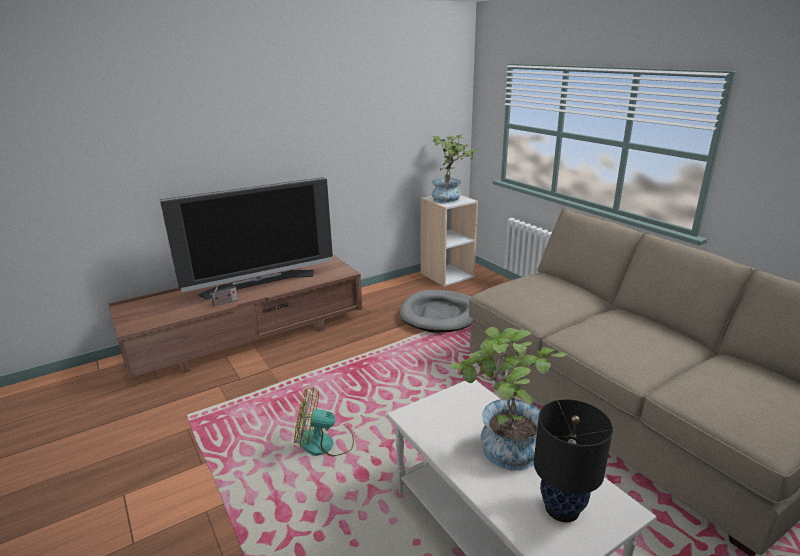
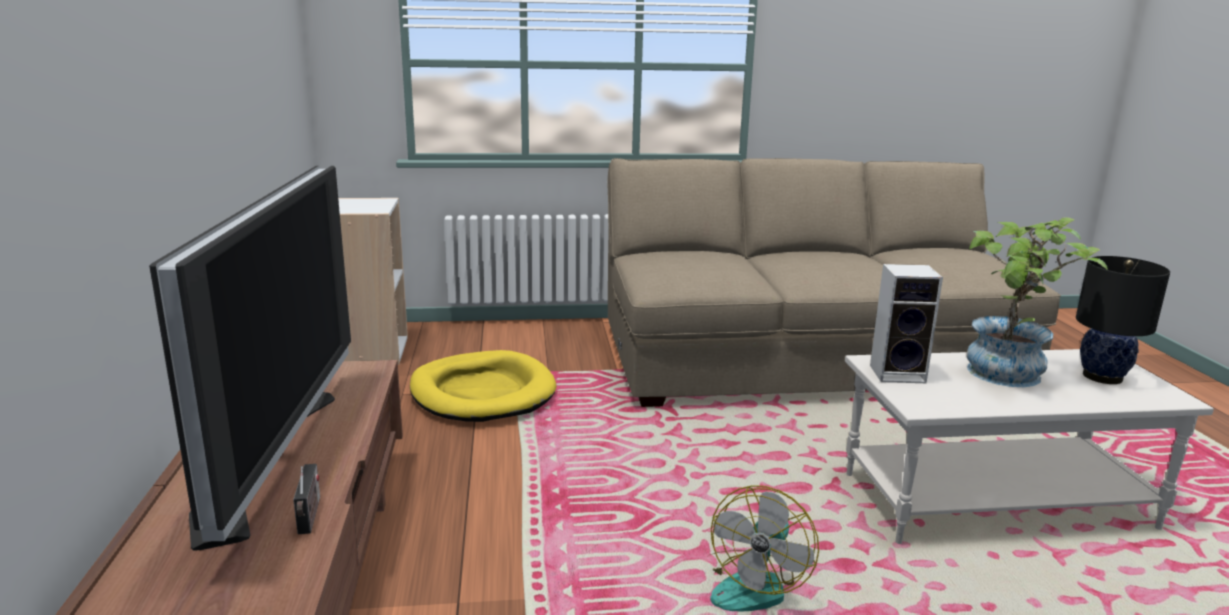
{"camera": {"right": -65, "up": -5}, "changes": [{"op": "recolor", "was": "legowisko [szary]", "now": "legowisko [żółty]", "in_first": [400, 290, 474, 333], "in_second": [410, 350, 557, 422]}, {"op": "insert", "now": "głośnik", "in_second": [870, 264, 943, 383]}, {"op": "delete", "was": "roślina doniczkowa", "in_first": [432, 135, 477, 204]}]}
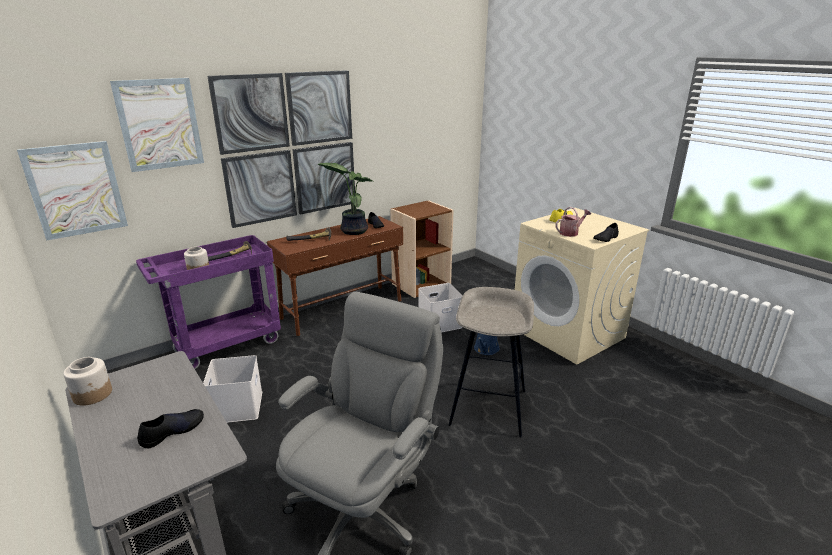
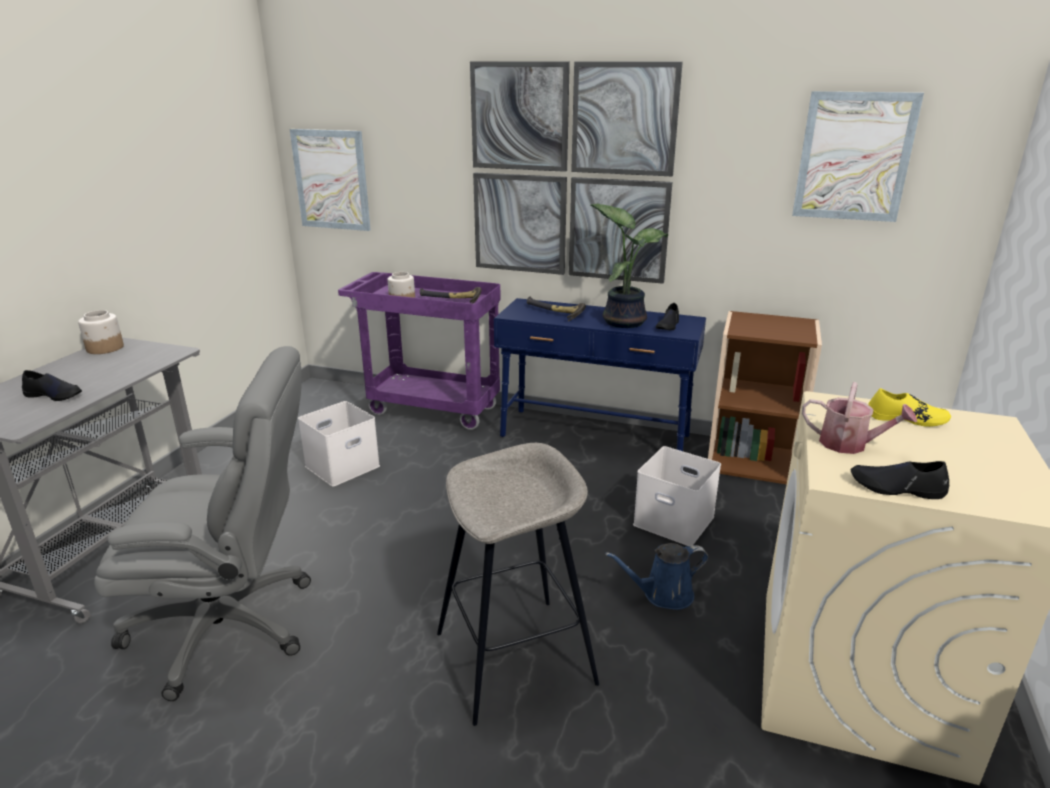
{"camera": {"right": 55, "up": 0}, "changes": [{"op": "recolor", "was": "stolik konsolowy [brązowy]", "now": "stolik konsolowy [niebieski]", "in_first": [267, 216, 403, 336], "in_second": [494, 298, 706, 451]}, {"op": "move", "was": "obraz", "in_first": [110, 78, 204, 172], "in_second": [792, 91, 924, 222]}]}
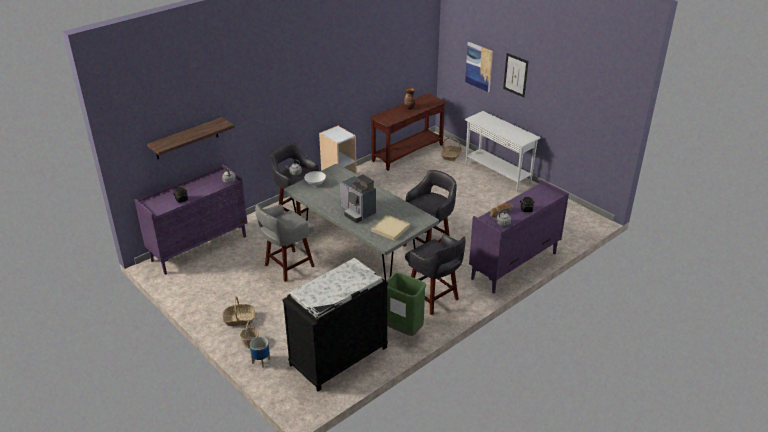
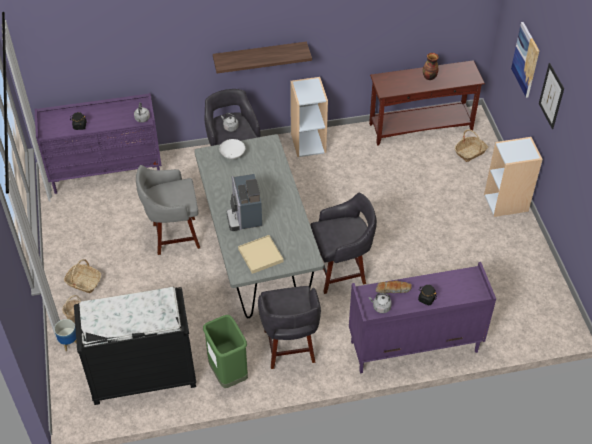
{"camera": {"right": 30, "up": 15}, "changes": [{"op": "move", "was": "półka", "in_first": [147, 117, 234, 159], "in_second": [213, 41, 312, 73]}, {"op": "replace", "was": "stolik konsolowy [biały]", "now": "regał", "in_first": [465, 111, 541, 191], "in_second": [484, 137, 543, 217]}]}
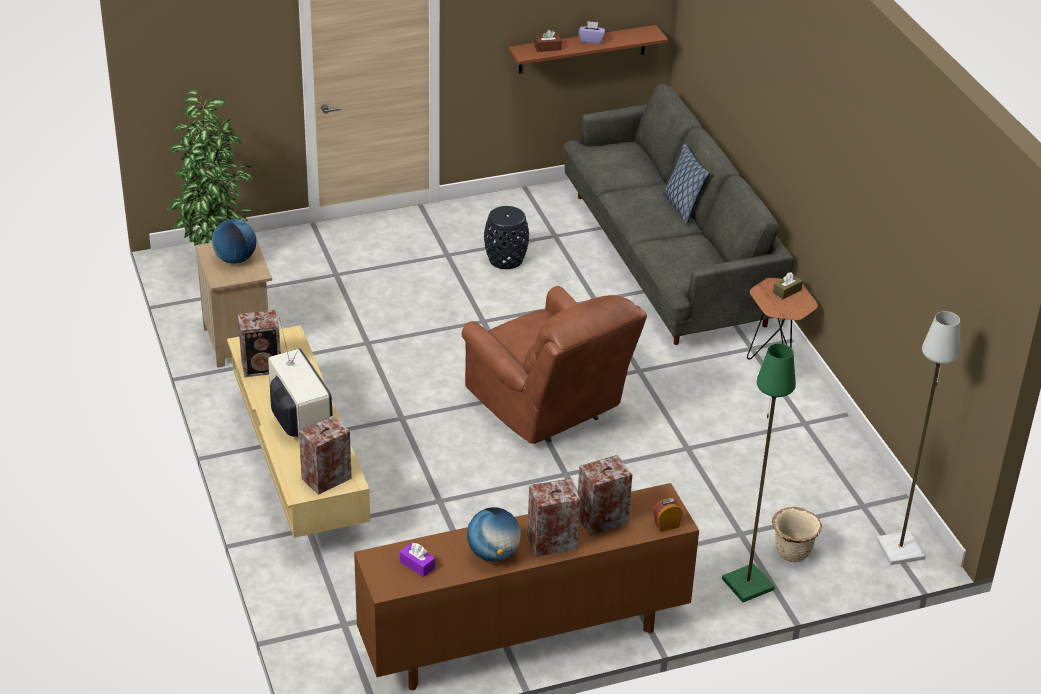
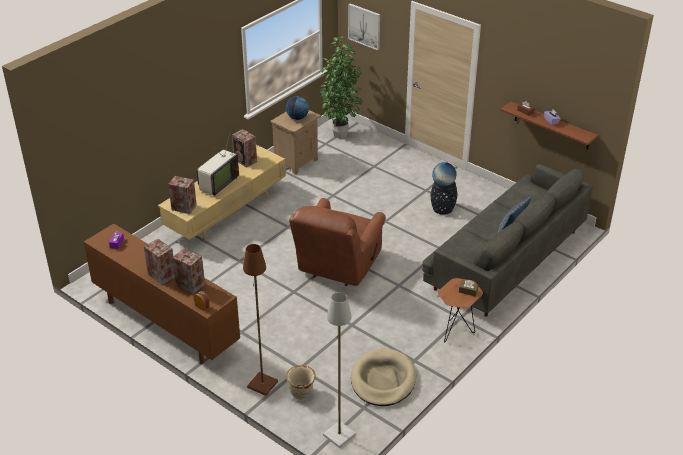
{"camera": {"right": 60, "up": 0}, "changes": [{"op": "recolor", "was": "lampa stojąca [zielony]", "now": "lampa stojąca [brązowy]", "in_first": [722, 343, 796, 602], "in_second": [243, 244, 278, 396]}, {"op": "insert", "now": "obraz", "in_second": [348, 4, 380, 50]}, {"op": "insert", "now": "legowisko [beżowy]", "in_second": [351, 349, 416, 406]}, {"op": "move", "was": "globus", "in_first": [467, 507, 521, 562], "in_second": [432, 162, 457, 187]}]}
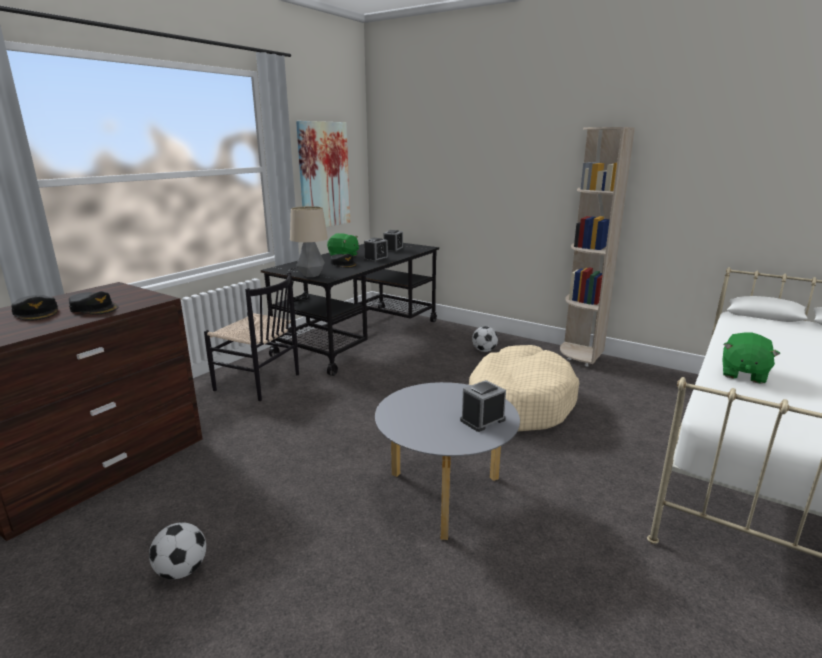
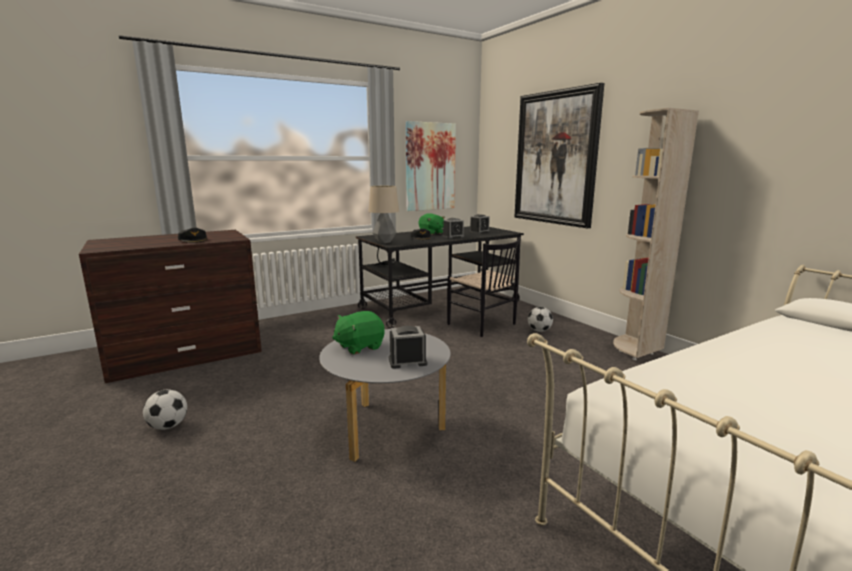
{"camera": {"right": 25, "up": -5}, "changes": [{"op": "move", "was": "pluszak [zielony]", "in_first": [723, 333, 780, 384], "in_second": [332, 311, 385, 355]}, {"op": "move", "was": "krzesło [czarny]", "in_first": [204, 272, 299, 401], "in_second": [447, 237, 520, 337]}, {"op": "insert", "now": "obraz", "in_second": [514, 83, 604, 228]}, {"op": "delete", "was": "czapka z daszkiem [czarny]", "in_first": [11, 295, 58, 321]}, {"op": "delete", "was": "legowisko [beżowy]", "in_first": [469, 345, 579, 432]}]}
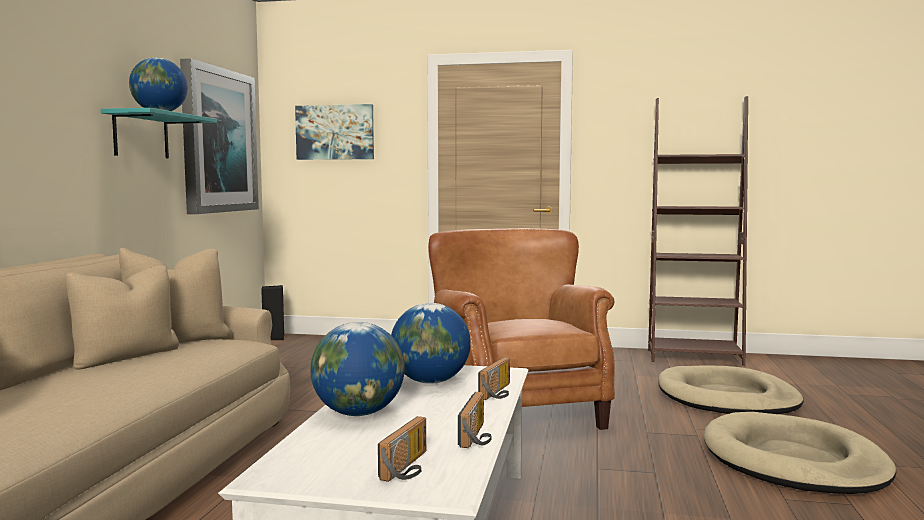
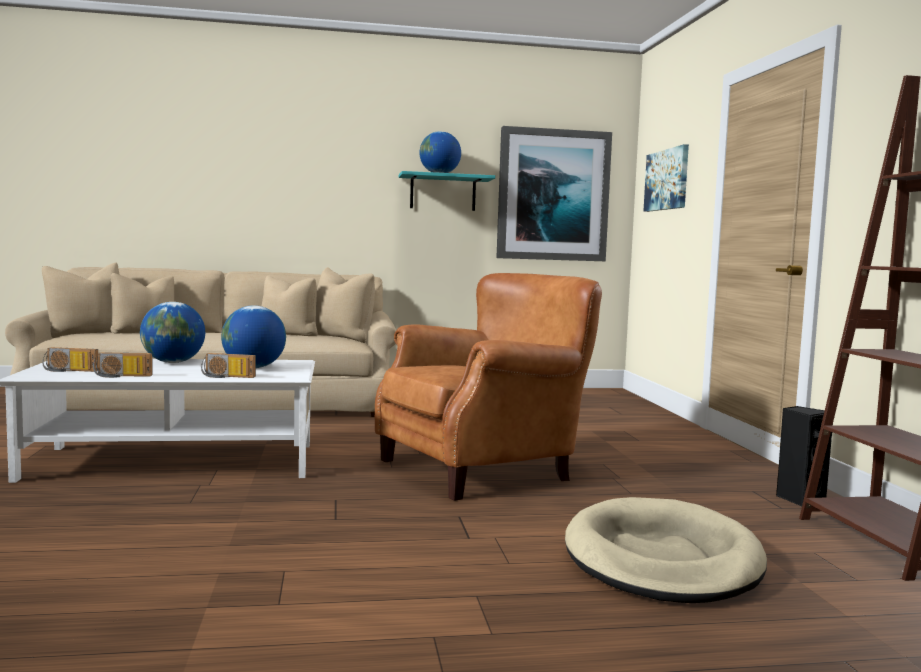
{"camera": {"right": 70, "up": 0}, "changes": [{"op": "move", "was": "głośnik [czarny]", "in_first": [261, 285, 284, 340], "in_second": [776, 406, 833, 506]}, {"op": "delete", "was": "legowisko [beżowy]", "in_first": [704, 412, 896, 494]}]}
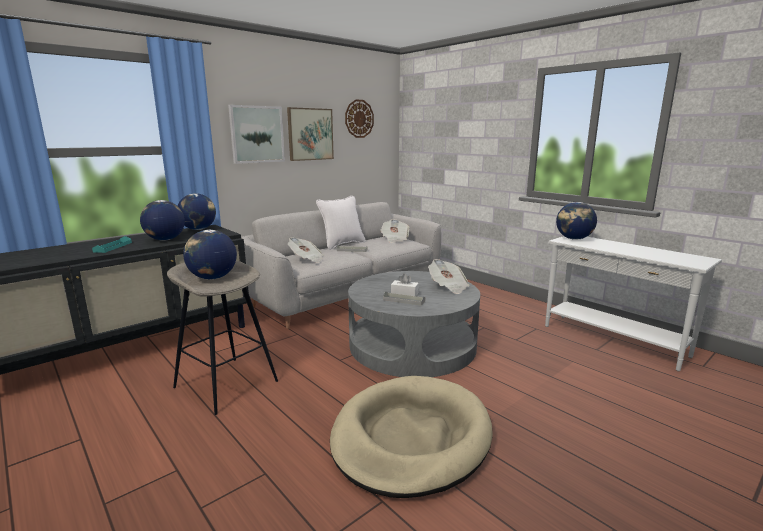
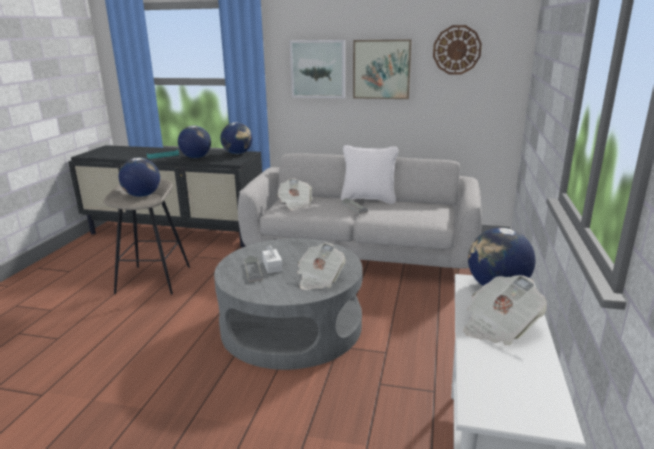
{"camera": {"right": 55, "up": 5}, "changes": [{"op": "move", "was": "gazeta", "in_first": [380, 219, 409, 243], "in_second": [464, 275, 547, 345]}, {"op": "delete", "was": "legowisko [beżowy]", "in_first": [330, 376, 493, 498]}]}
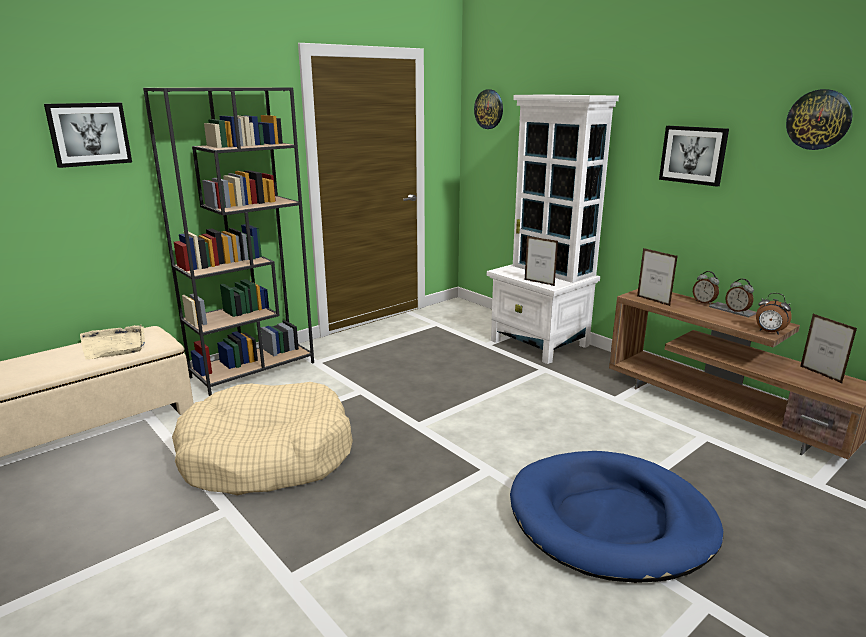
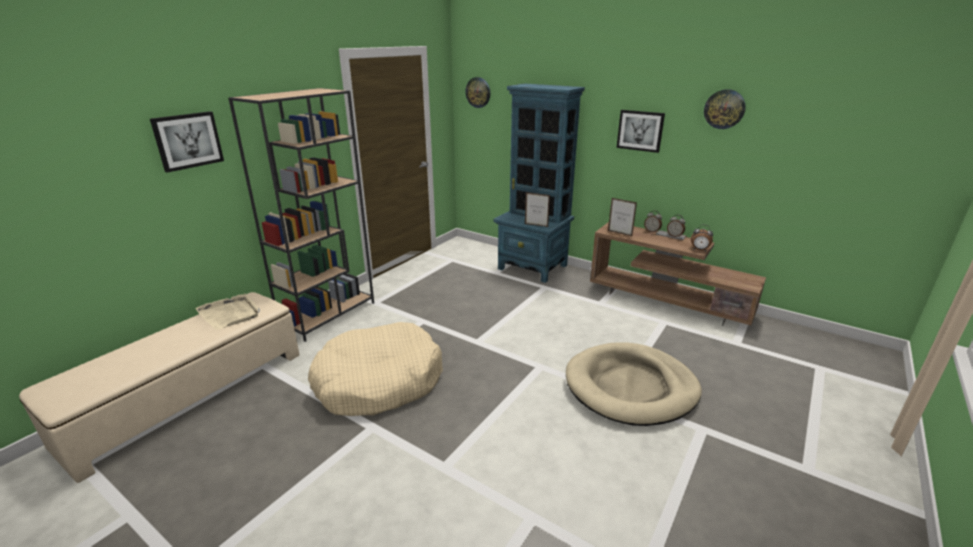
{"camera": {"right": -15, "up": 5}, "changes": [{"op": "recolor", "was": "szafka [biały]", "now": "szafka [niebieski]", "in_first": [487, 94, 619, 364], "in_second": [494, 83, 585, 283]}, {"op": "recolor", "was": "legowisko [niebieski]", "now": "legowisko [beżowy]", "in_first": [510, 451, 723, 583], "in_second": [566, 342, 702, 426]}, {"op": "delete", "was": "ramka na zdjęcie", "in_first": [800, 314, 857, 384]}]}
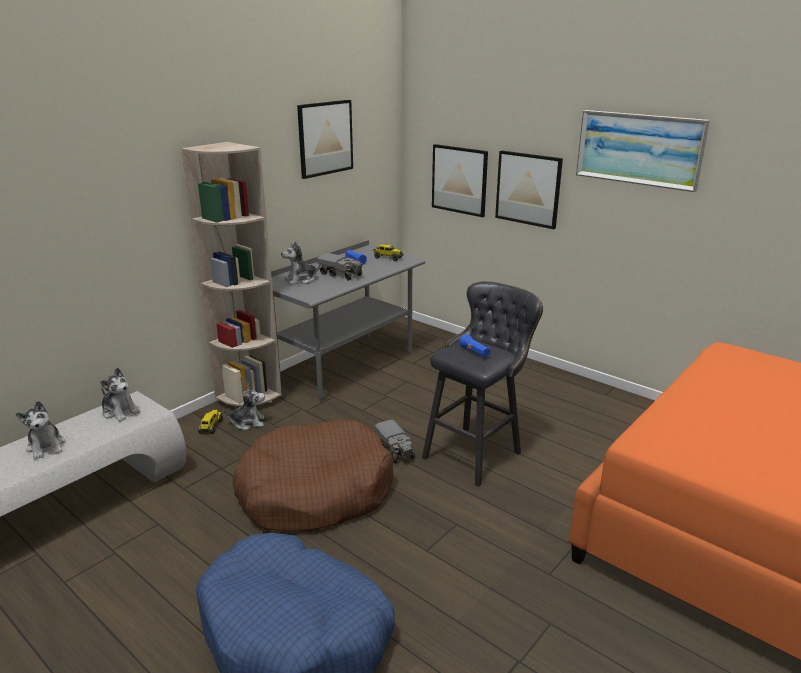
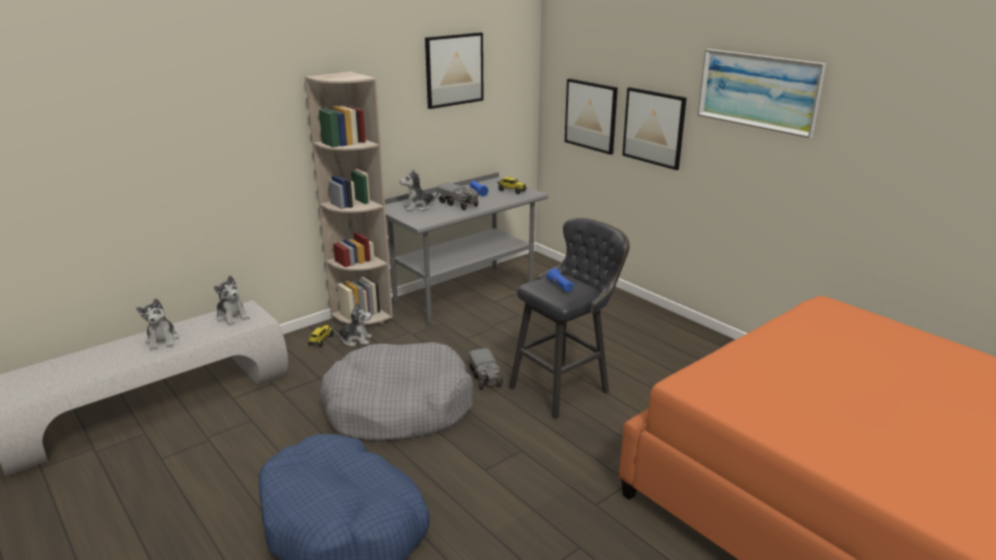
{"camera": {"right": 10, "up": 0}, "changes": [{"op": "recolor", "was": "legowisko [brązowy]", "now": "legowisko [szary]", "in_first": [233, 419, 394, 532], "in_second": [319, 342, 474, 442]}]}
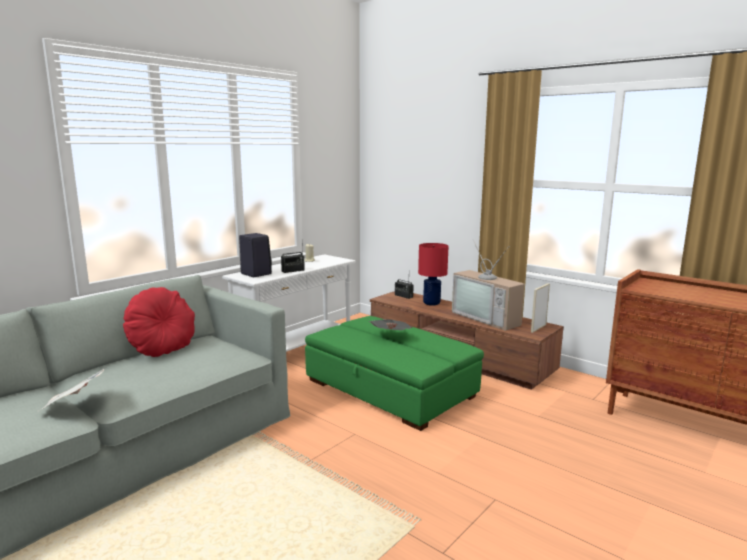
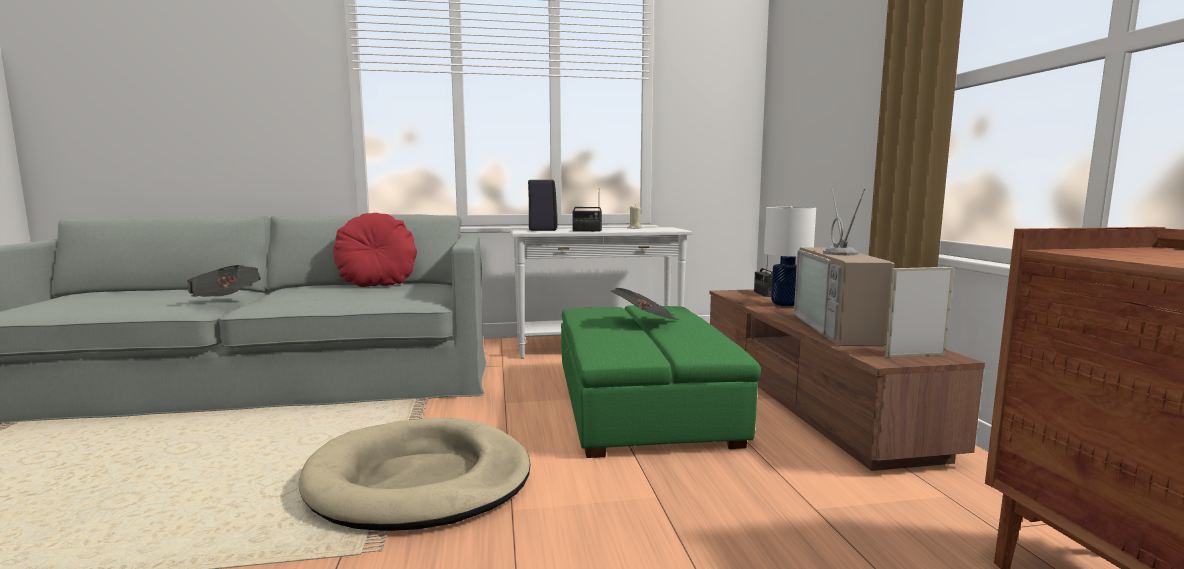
{"camera": {"right": 40, "up": -5}, "changes": [{"op": "insert", "now": "legowisko [beżowy]", "in_second": [299, 418, 530, 531]}, {"op": "recolor", "was": "lampa stołowa [czerwony]", "now": "lampa stołowa [biały]", "in_first": [418, 243, 449, 306], "in_second": [764, 206, 816, 306]}]}
